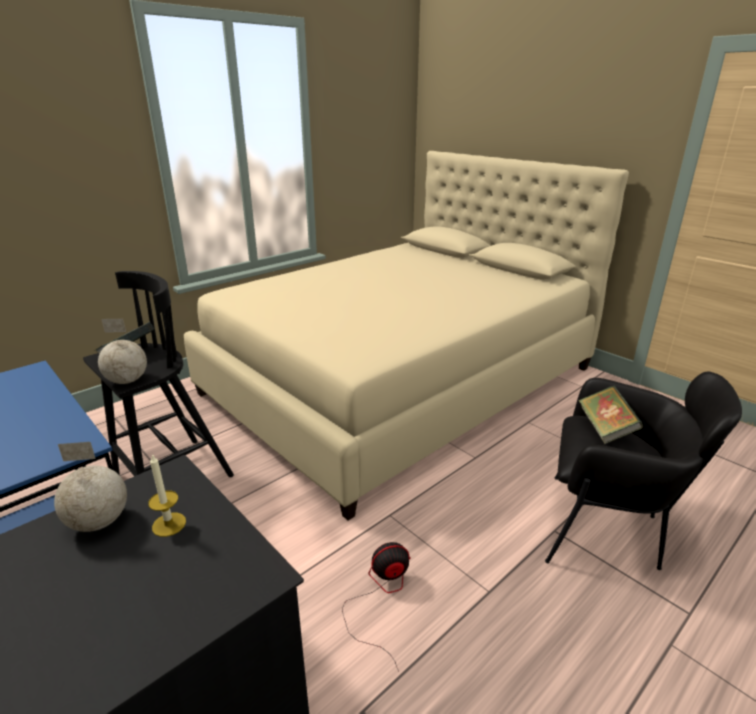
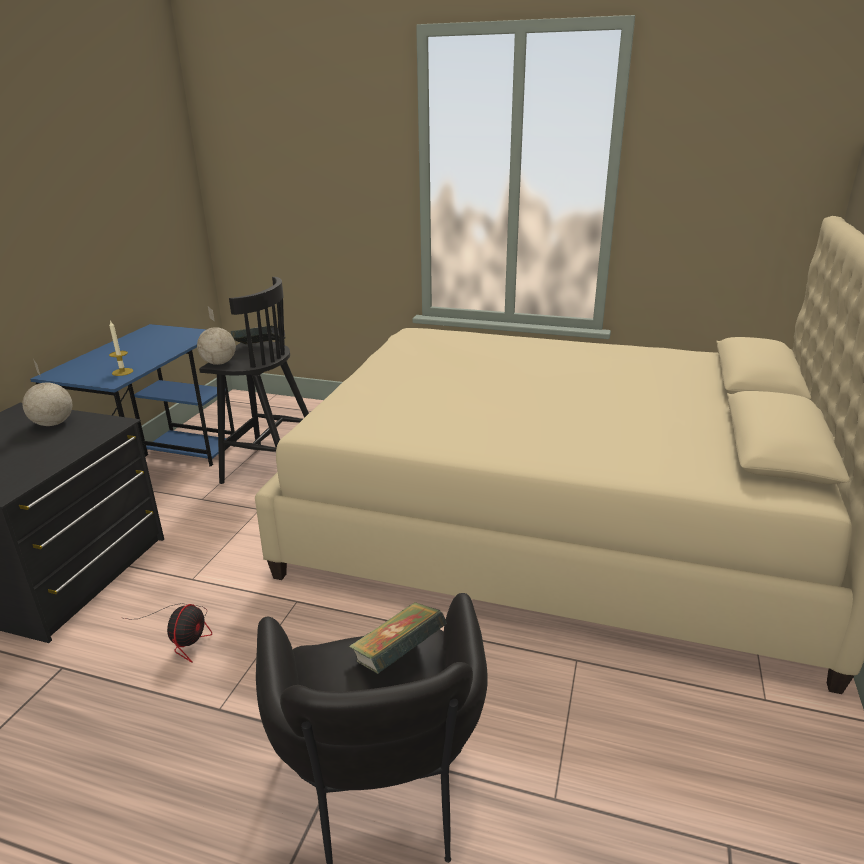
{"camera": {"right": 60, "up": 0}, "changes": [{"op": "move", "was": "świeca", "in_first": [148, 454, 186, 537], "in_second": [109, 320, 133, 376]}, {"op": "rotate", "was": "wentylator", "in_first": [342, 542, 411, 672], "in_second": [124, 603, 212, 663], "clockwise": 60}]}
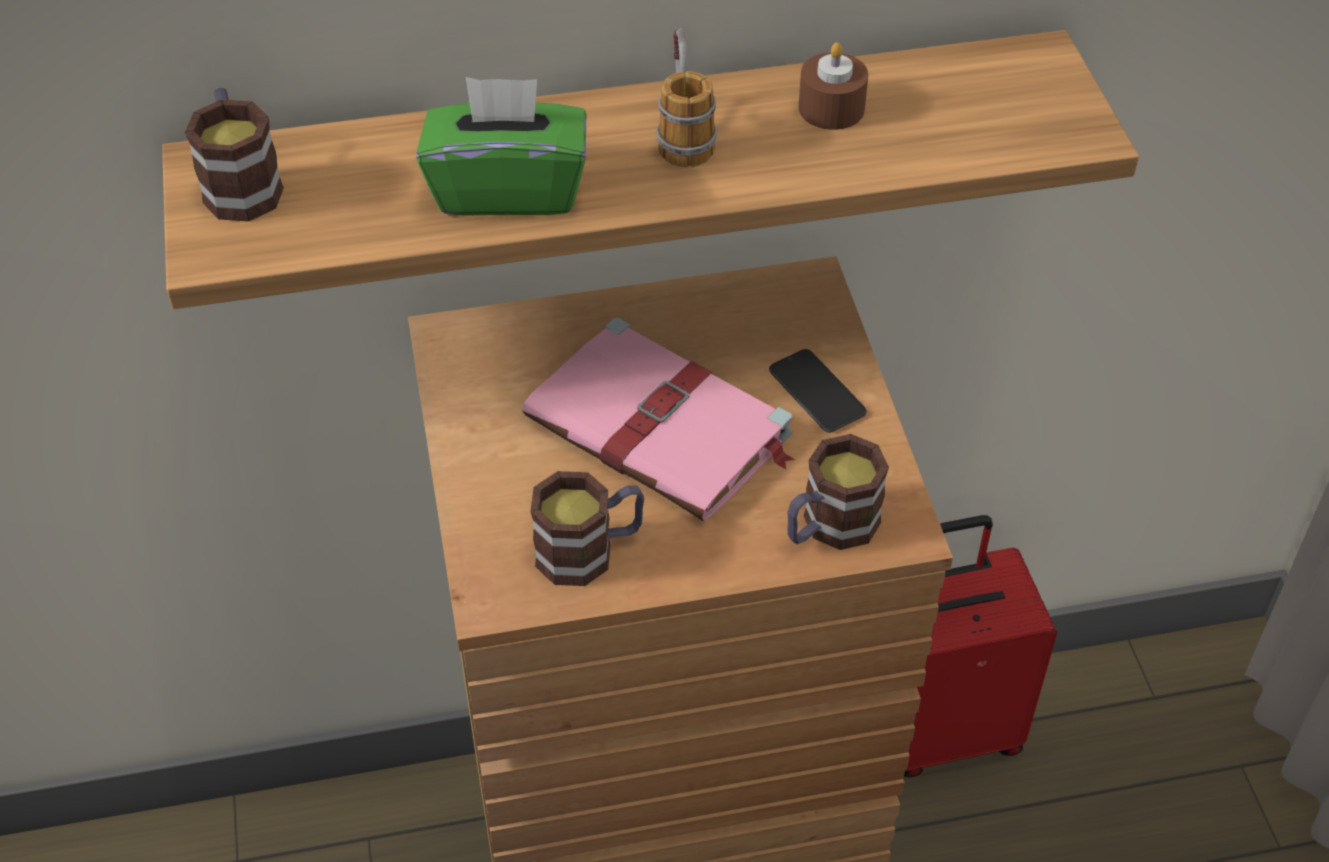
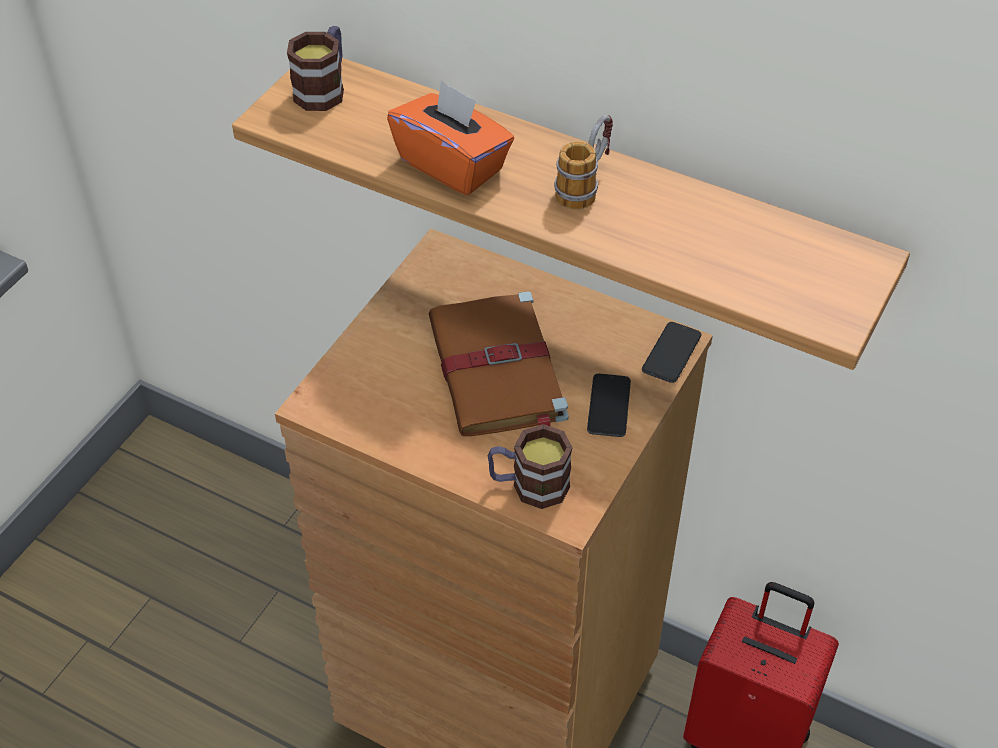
{"camera": {"right": 40, "up": 0}, "changes": [{"op": "recolor", "was": "pudełko chusteczek [zielony]", "now": "pudełko chusteczek [pomarańczowy]", "in_first": [416, 77, 586, 216], "in_second": [387, 80, 514, 195]}, {"op": "recolor", "was": "książka [różowy]", "now": "książka [brązowy]", "in_first": [522, 317, 796, 522], "in_second": [428, 291, 569, 436]}, {"op": "insert", "now": "telefon", "in_second": [642, 322, 701, 383]}, {"op": "delete", "was": "kubek", "in_first": [530, 471, 644, 586]}, {"op": "delete", "was": "świeca [brązowy]", "in_first": [799, 42, 868, 130]}]}
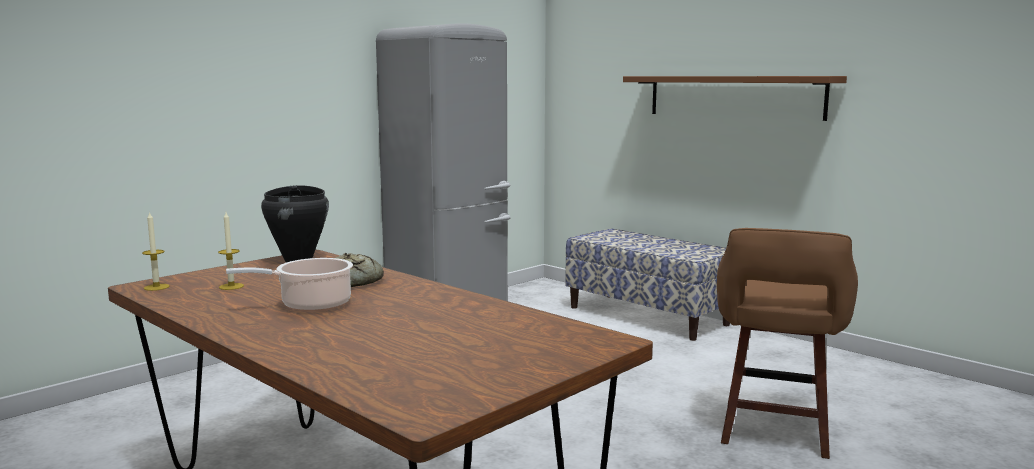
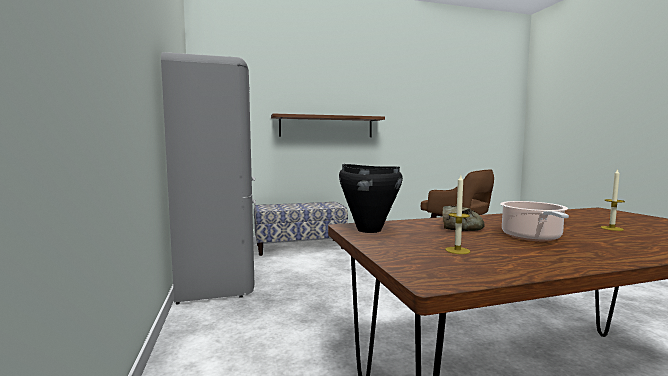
{"camera": {"right": -60, "up": -5}, "changes": [{"op": "move", "was": "świeca", "in_first": [142, 211, 170, 291], "in_second": [600, 168, 625, 231]}]}
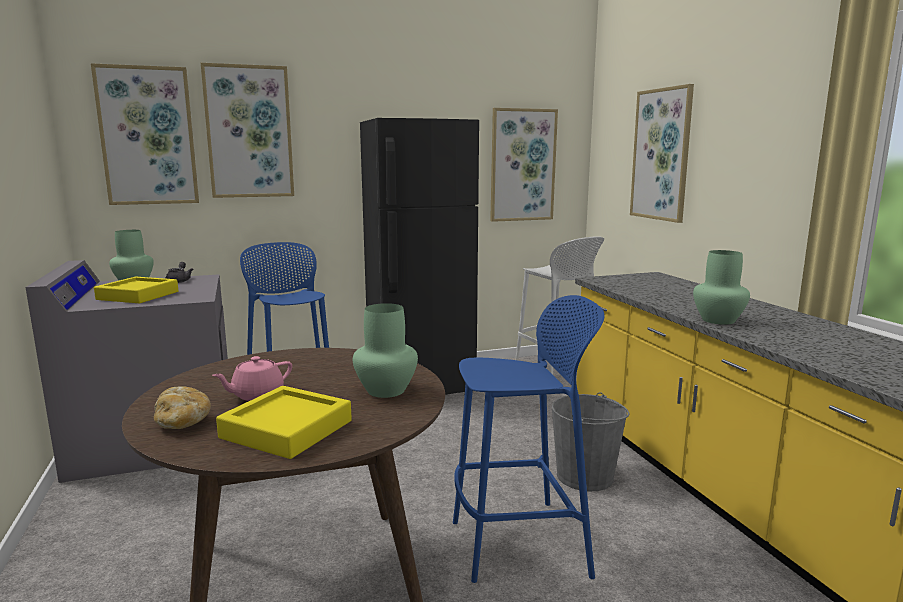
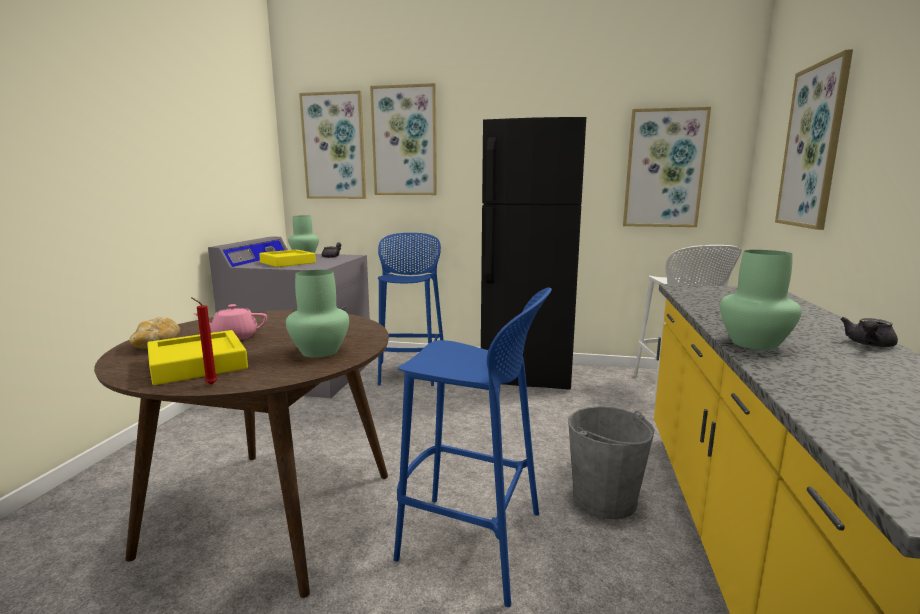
{"camera": {"right": 30, "up": 0}, "changes": [{"op": "insert", "now": "świeca [czerwony]", "in_second": [191, 297, 217, 385]}, {"op": "insert", "now": "imbryk [szary]", "in_second": [840, 317, 898, 347]}]}
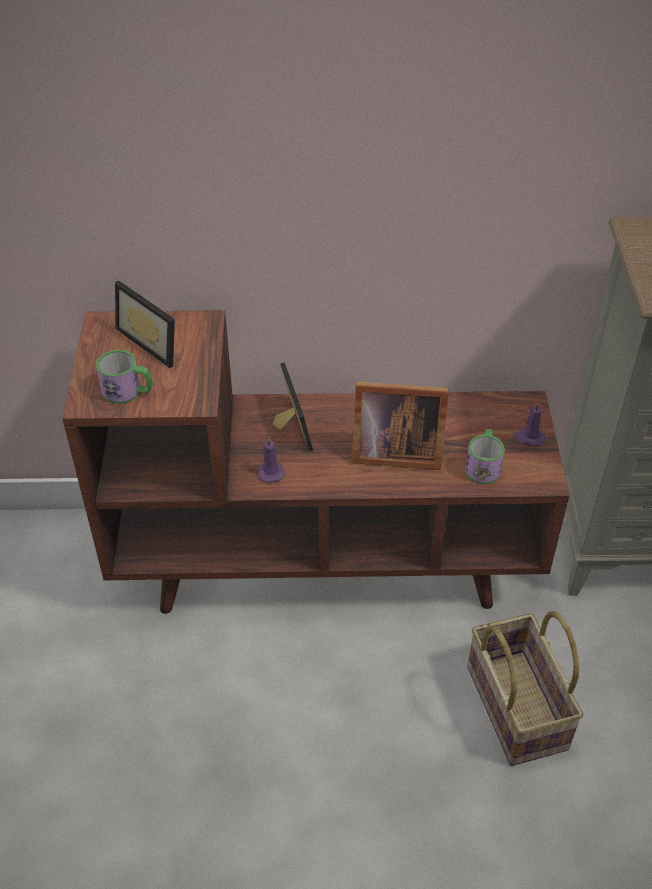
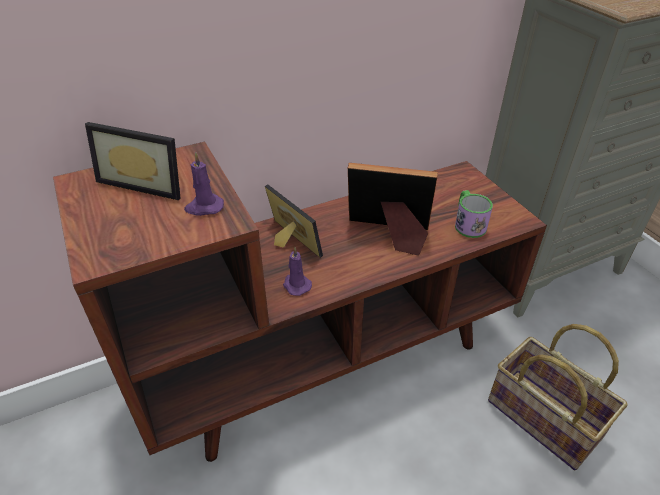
{"camera": {"right": -25, "up": -5}, "changes": [{"op": "move", "was": "świeca [fioletowy]", "in_first": [513, 402, 545, 447], "in_second": [184, 152, 224, 216]}, {"op": "rotate", "was": "ramka na zdjęcie", "in_first": [352, 382, 449, 470], "in_second": [348, 163, 438, 256], "clockwise": -150}, {"op": "delete", "was": "kubek", "in_first": [96, 350, 153, 404]}]}
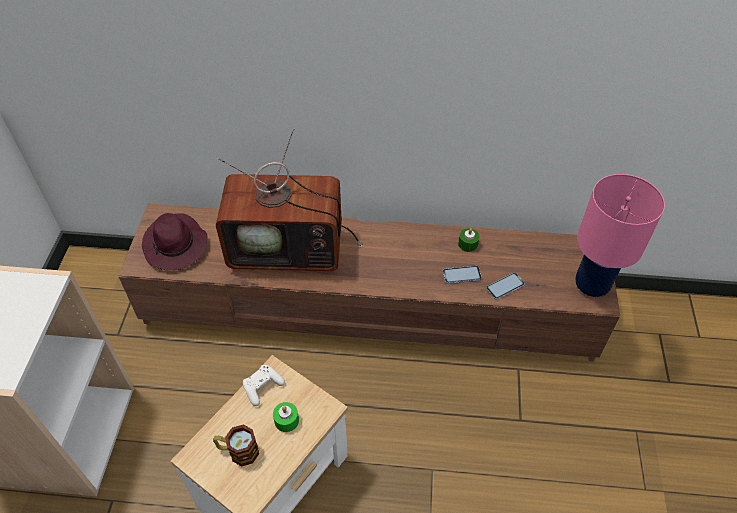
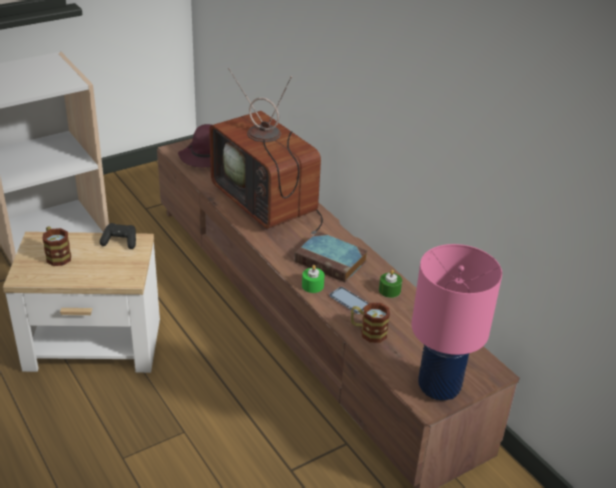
{"camera": {"right": 50, "up": -15}, "changes": [{"op": "recolor", "was": "pad do gier [biały]", "now": "pad do gier [czarny]", "in_first": [243, 365, 285, 406], "in_second": [100, 223, 136, 249]}, {"op": "insert", "now": "książka", "in_second": [295, 231, 367, 282]}, {"op": "move", "was": "świeca [zielony]", "in_first": [273, 402, 299, 432], "in_second": [302, 265, 325, 293]}, {"op": "replace", "was": "telefon", "now": "kubek", "in_first": [486, 273, 525, 300], "in_second": [351, 303, 390, 343]}]}
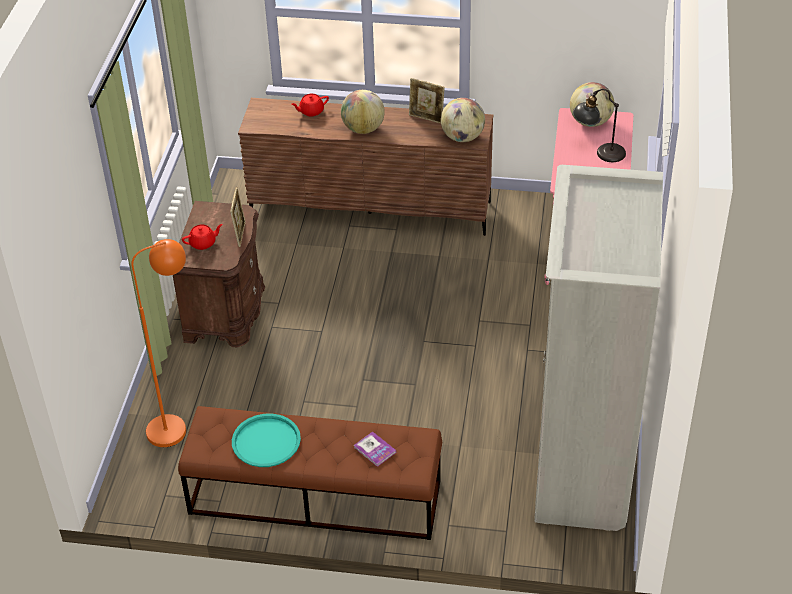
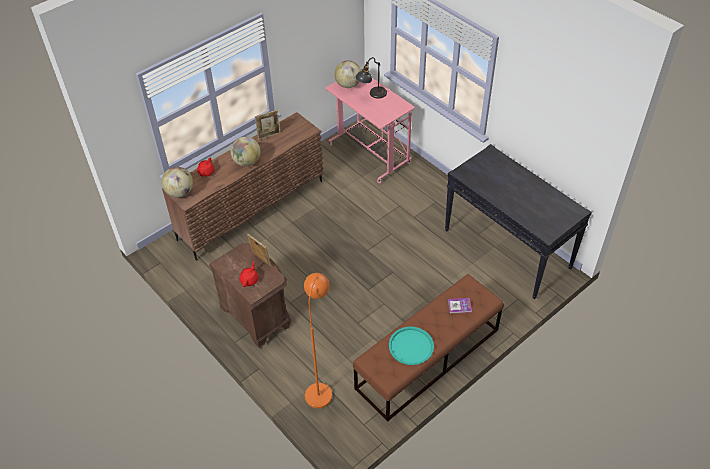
{"camera": {"right": -50, "up": 5}, "changes": [{"op": "move", "was": "globus", "in_first": [441, 98, 485, 142], "in_second": [162, 167, 193, 197]}, {"op": "replace", "was": "szafa [biały]", "now": "stolik konsolowy [czarny]", "in_first": [534, 165, 663, 531], "in_second": [445, 144, 592, 299]}]}
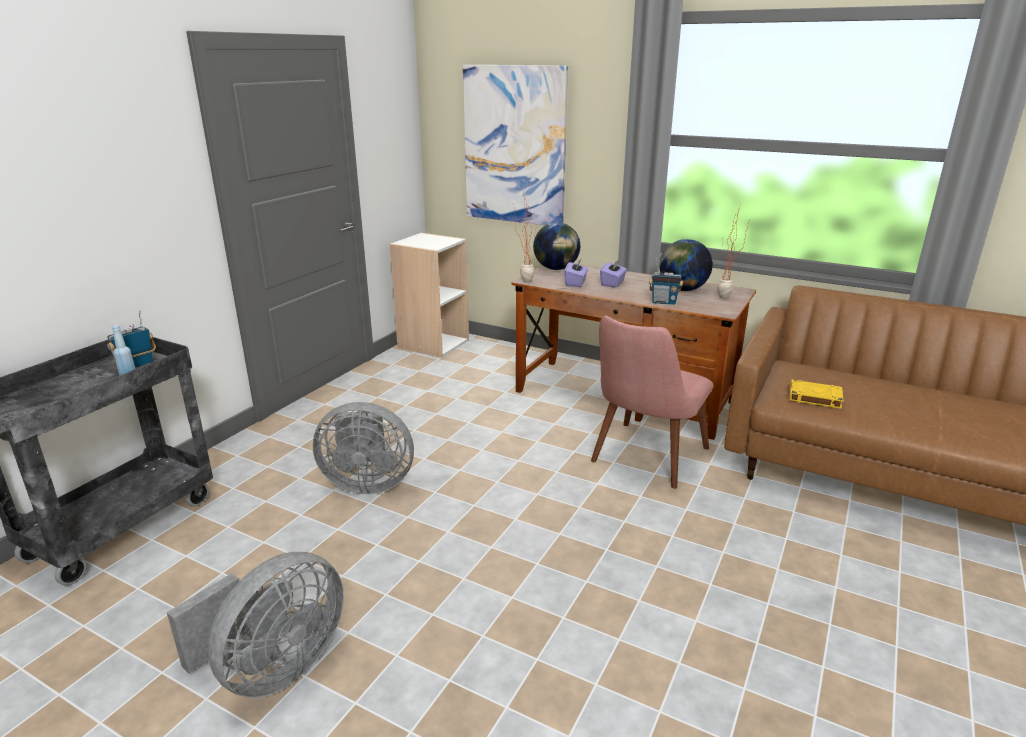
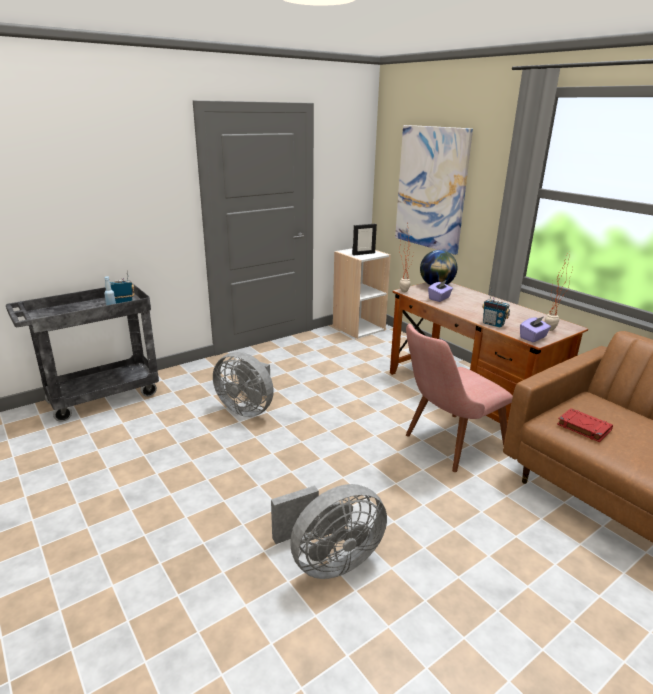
{"camera": {"right": 25, "up": 0}, "changes": [{"op": "move", "was": "wentylator [szary]", "in_first": [167, 552, 344, 698], "in_second": [271, 484, 387, 579]}, {"op": "insert", "now": "ramka na zdjęcie", "in_second": [352, 224, 377, 256]}, {"op": "move", "was": "pudełko chusteczek [fioletowy]", "in_first": [600, 259, 627, 288], "in_second": [520, 317, 551, 342]}, {"op": "recolor", "was": "książka [żółty]", "now": "książka [czerwony]", "in_first": [790, 380, 843, 409], "in_second": [557, 408, 613, 442]}, {"op": "delete", "was": "globus", "in_first": [659, 239, 713, 291]}]}
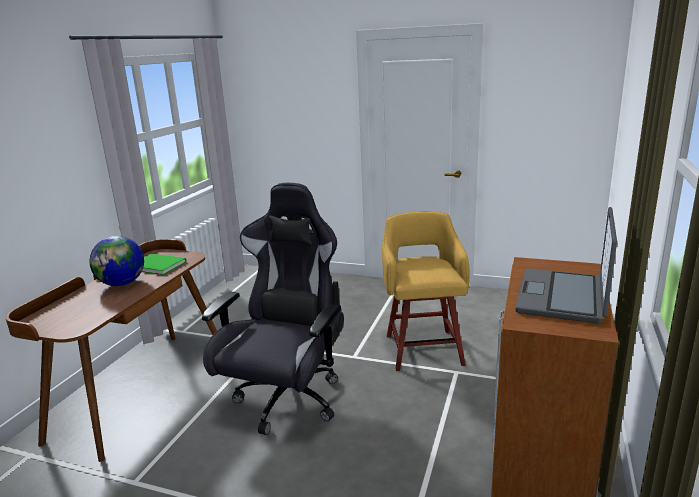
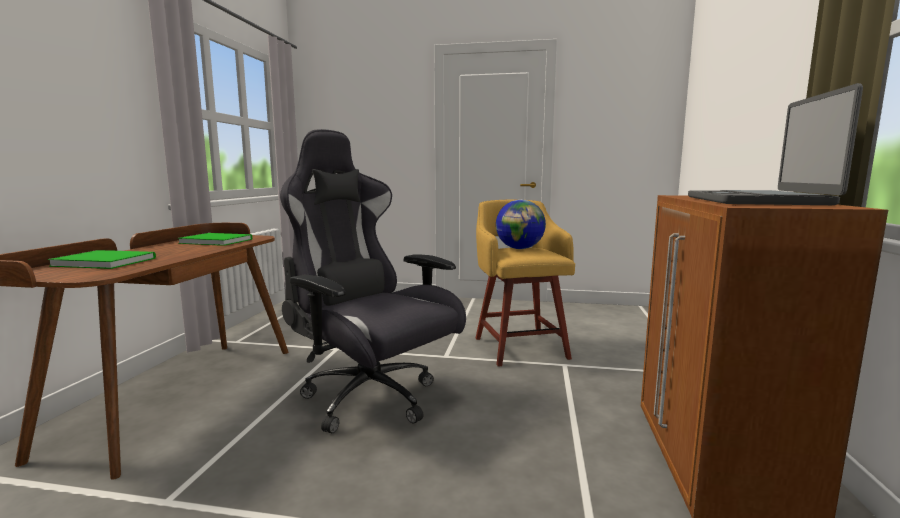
{"camera": {"right": -10, "up": -10}, "changes": [{"op": "insert", "now": "książka [zielony]", "in_second": [48, 250, 156, 269]}, {"op": "rotate", "was": "krzesło biurowe [czarny]", "in_first": [202, 183, 344, 435], "in_second": [280, 129, 466, 433], "clockwise": -60}, {"op": "move", "was": "globus", "in_first": [89, 236, 144, 286], "in_second": [496, 200, 546, 249]}]}
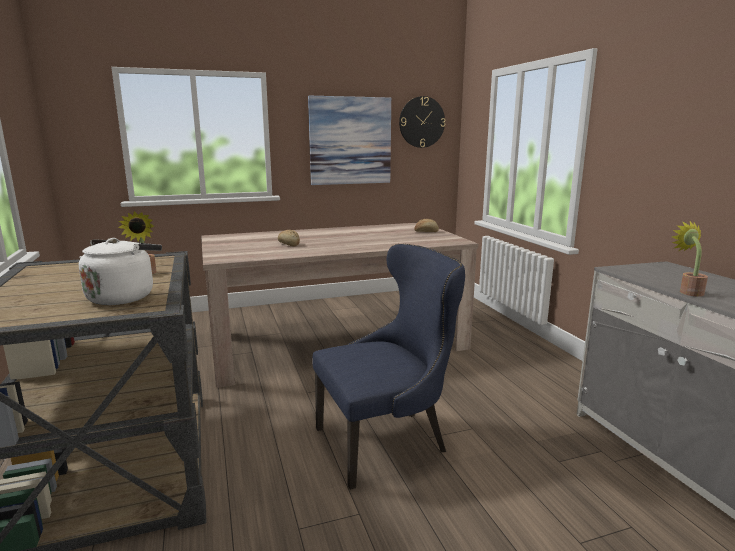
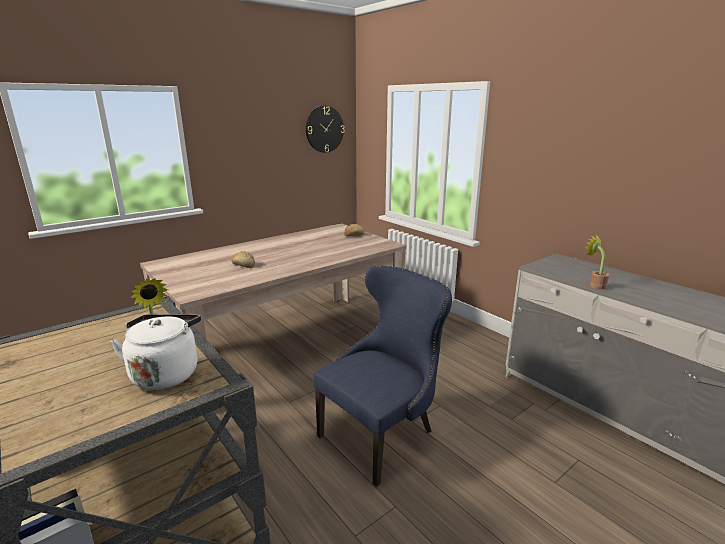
{"camera": {"right": -20, "up": 5}, "changes": [{"op": "delete", "was": "obraz", "in_first": [308, 96, 391, 185]}]}
